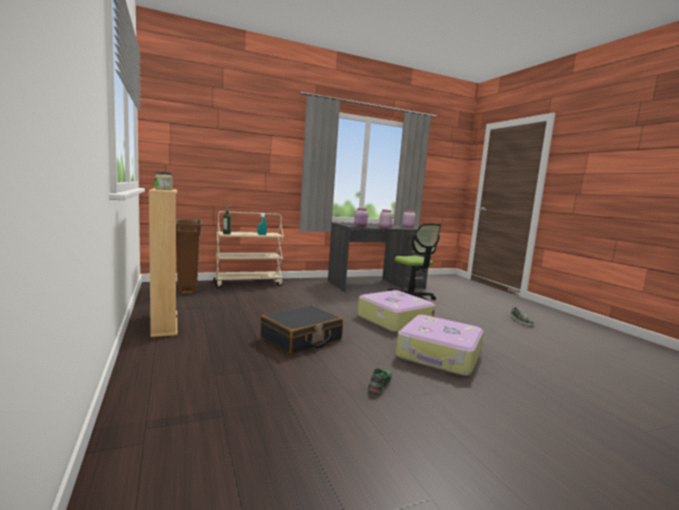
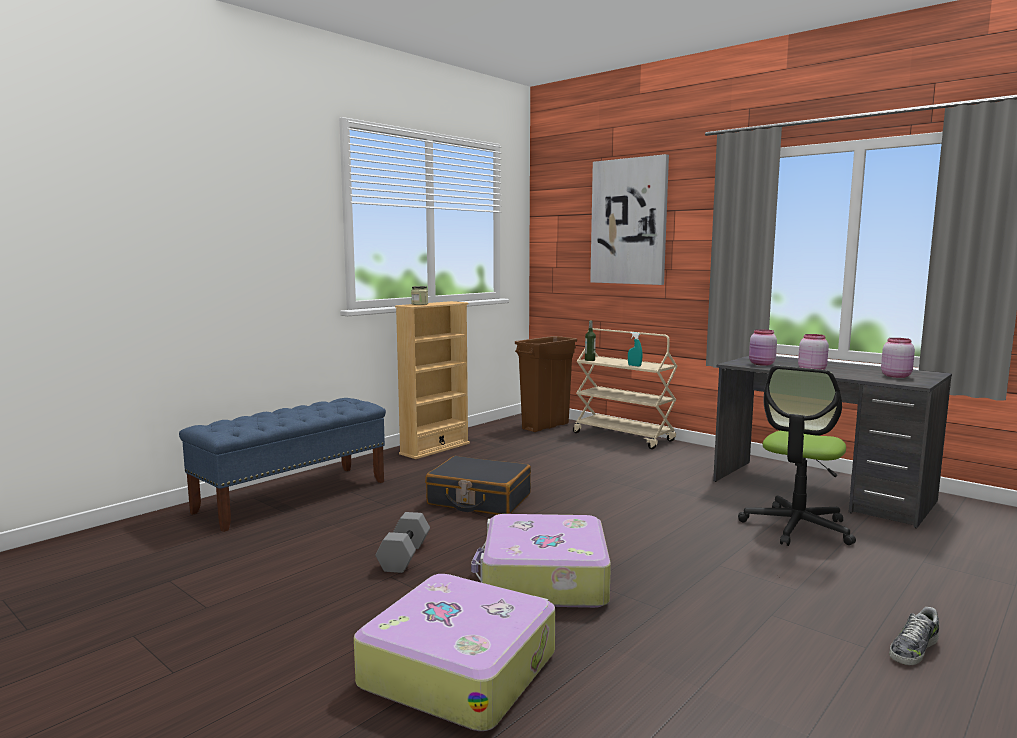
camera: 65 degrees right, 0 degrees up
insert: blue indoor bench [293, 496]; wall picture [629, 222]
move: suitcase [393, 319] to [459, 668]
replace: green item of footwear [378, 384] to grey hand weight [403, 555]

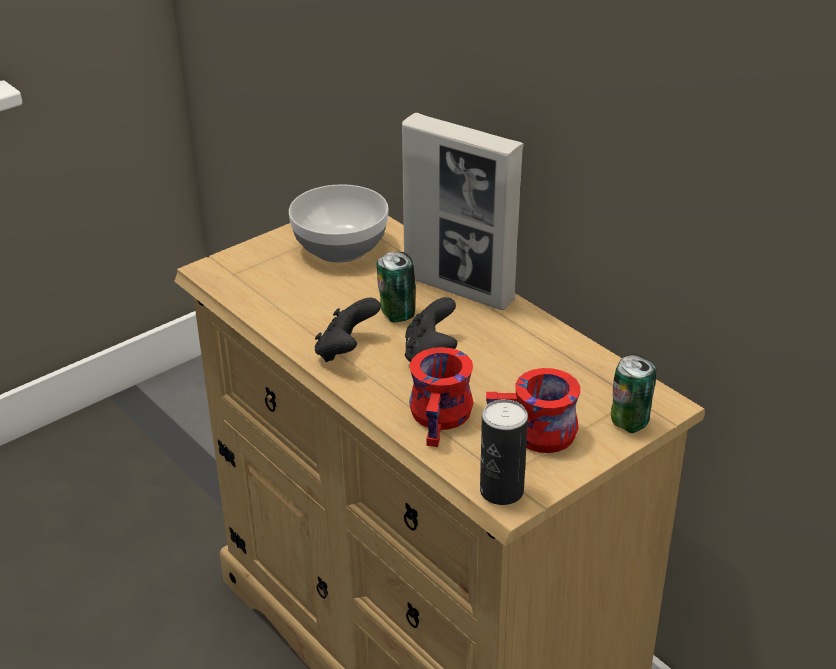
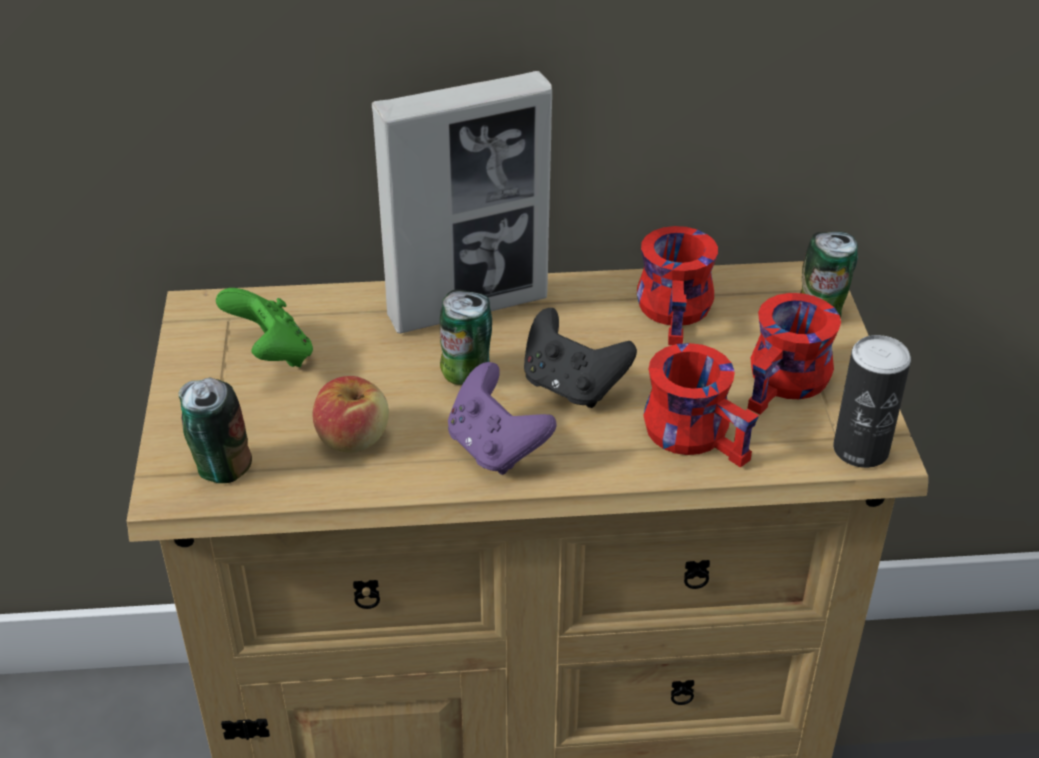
camera: 55 degrees left, 5 degrees up
insert: sealed can [220, 468]; apple [353, 438]; red mug [680, 312]
replace: serving bowl [341, 248] to green gamepad [272, 355]
recolor: blackish gamepad [346, 351] to purple gamepad [496, 448]

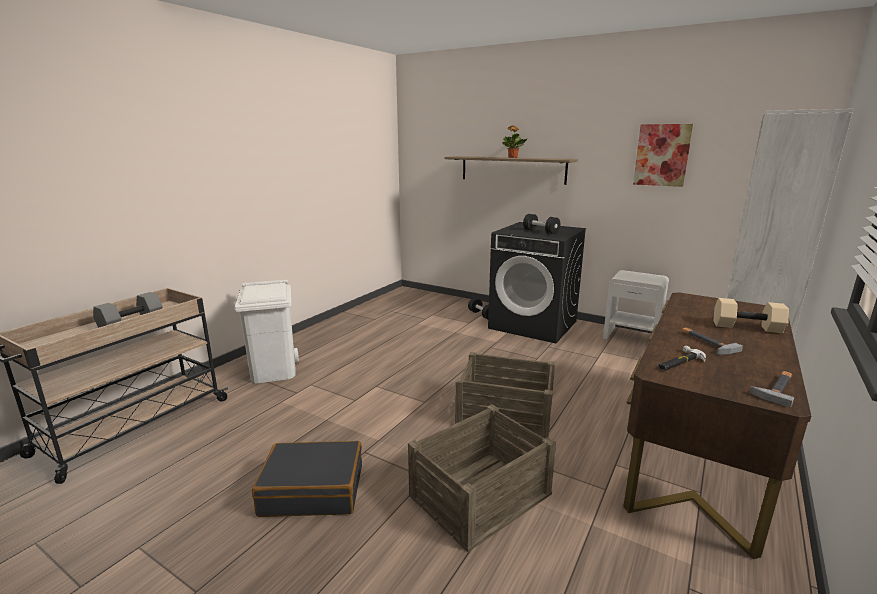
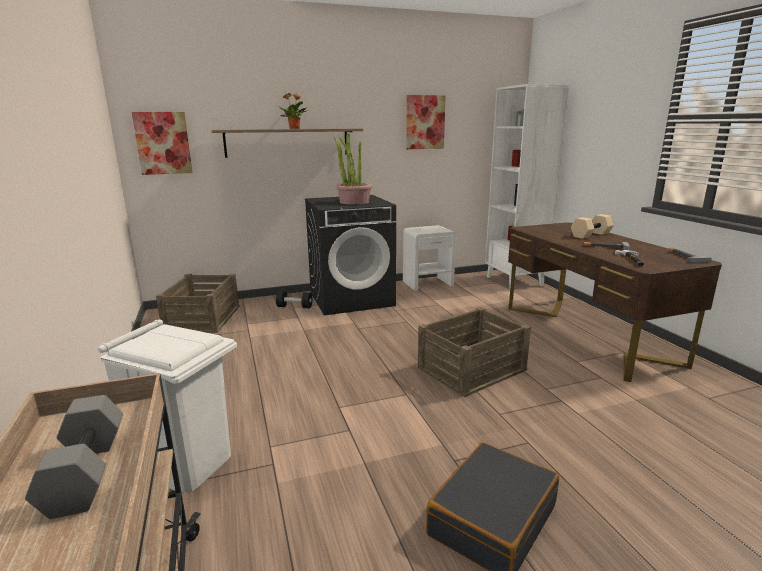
camera: 50 degrees left, 0 degrees up
insert: wall picture [163, 143]
move: shipping crate [479, 494] to [202, 318]
replace: blackish hand weight [540, 231] to plant in a pot [354, 202]

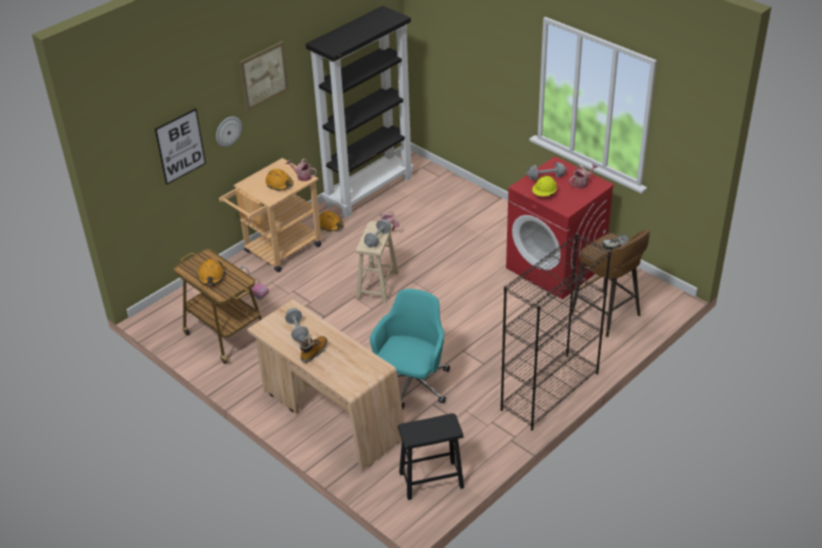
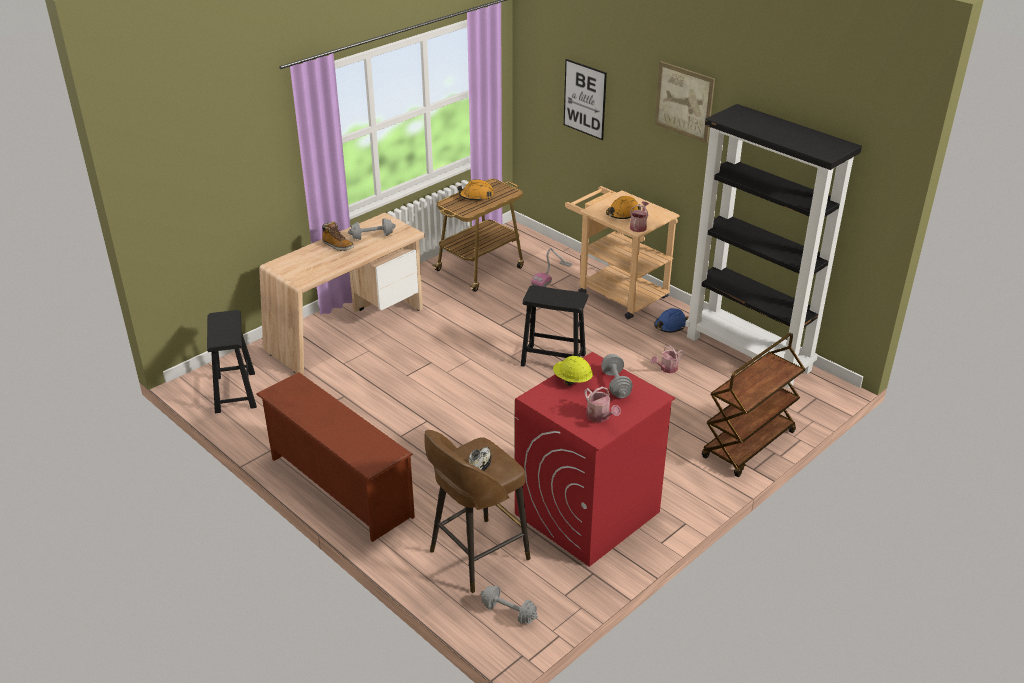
camera: 90 degrees right, 5 degrees down
delete: hanging clock [228, 131]; turquoise-coloured computer chair [411, 385]
insert: brownish cart [749, 445]
move: grey hand weight [377, 239] to [509, 612]
replace: blackish shelving unit [550, 392] to brownish shoe rack [338, 487]
recolor: beige sitting stool [377, 285] to blackish sitting stool [553, 360]; orange-coloured hard hat [330, 225] to blue hard hat [670, 326]

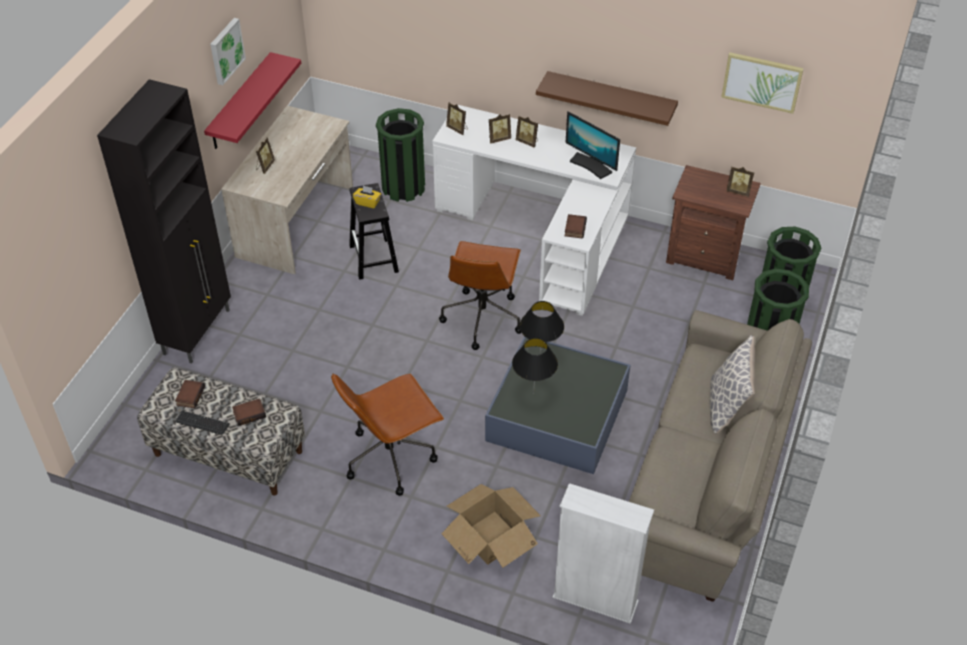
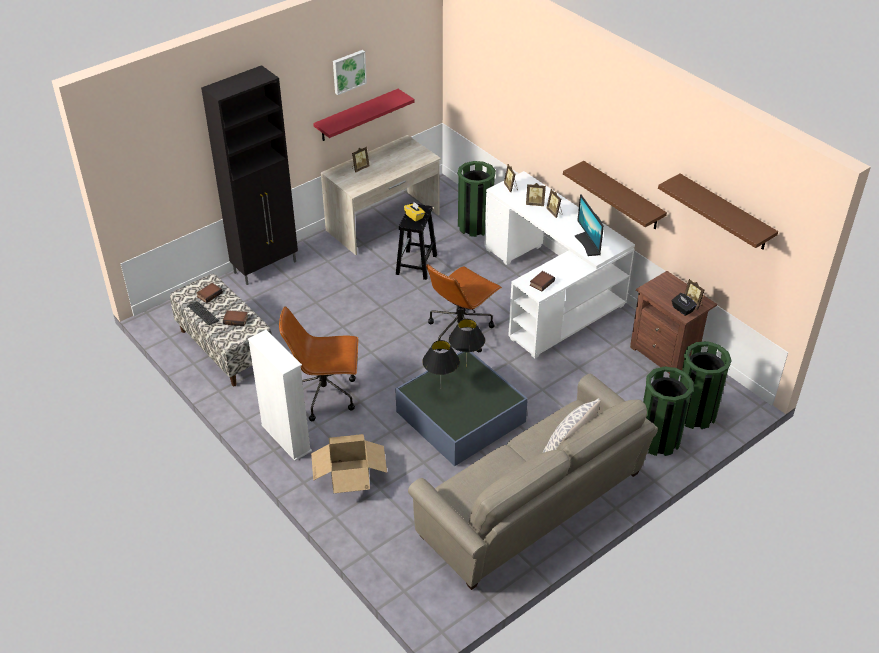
camera: 30 degrees right, 5 degrees down
insert: blackish box of tissues [682, 309]
move: white-coloured shelving unit [595, 599] to [286, 438]
replace: wall picture [762, 81] to brownish shelf [725, 213]

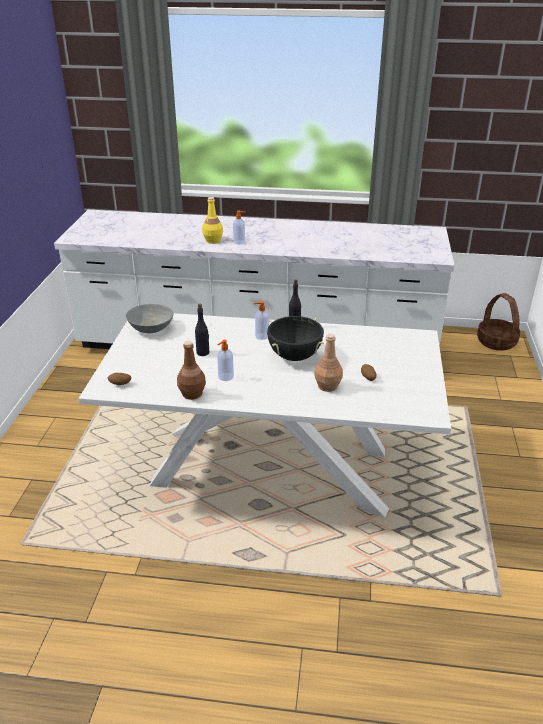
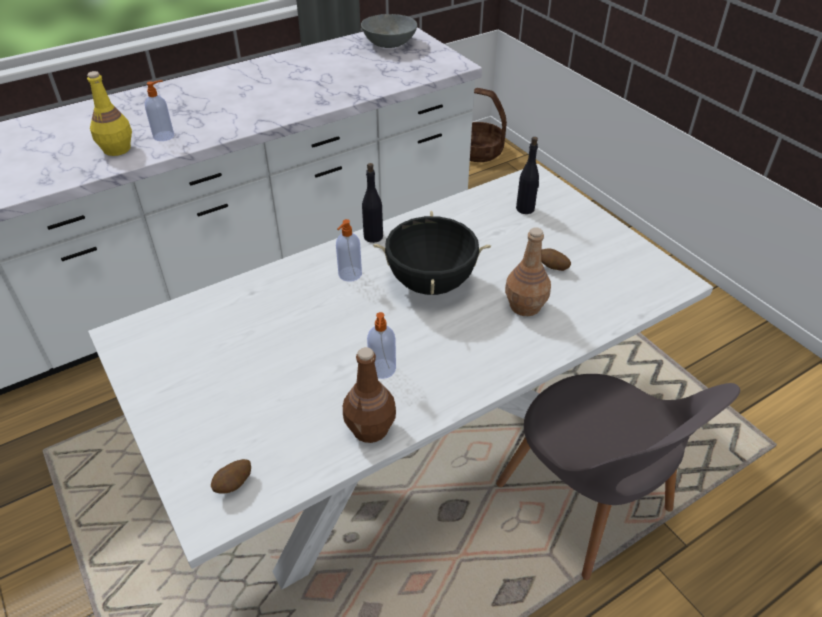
camera: 40 degrees left, 10 degrees up
insert: grey upright chair [588, 503]
move: grey serving bowl [150, 329] to [389, 44]; blackish drink bottle [203, 353] to [525, 209]

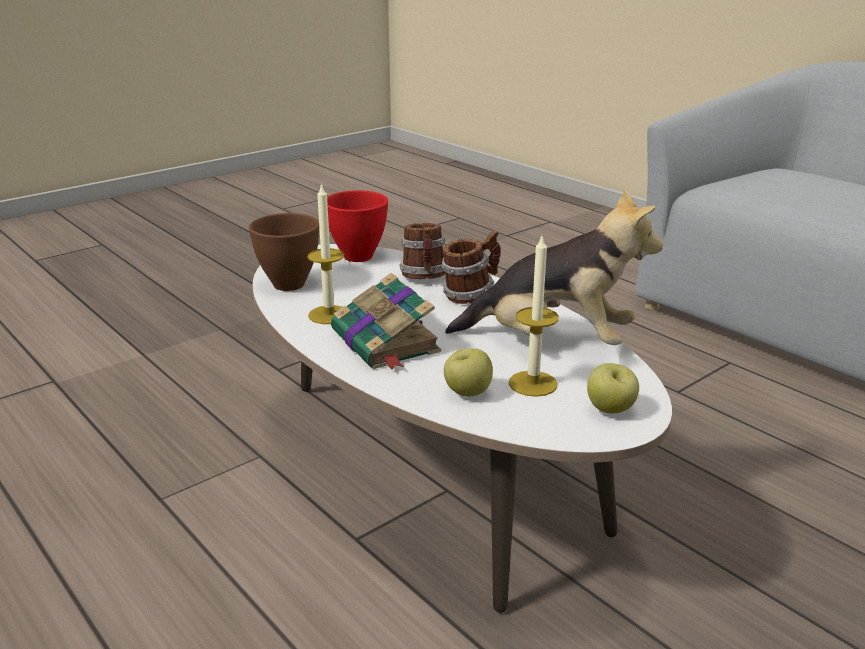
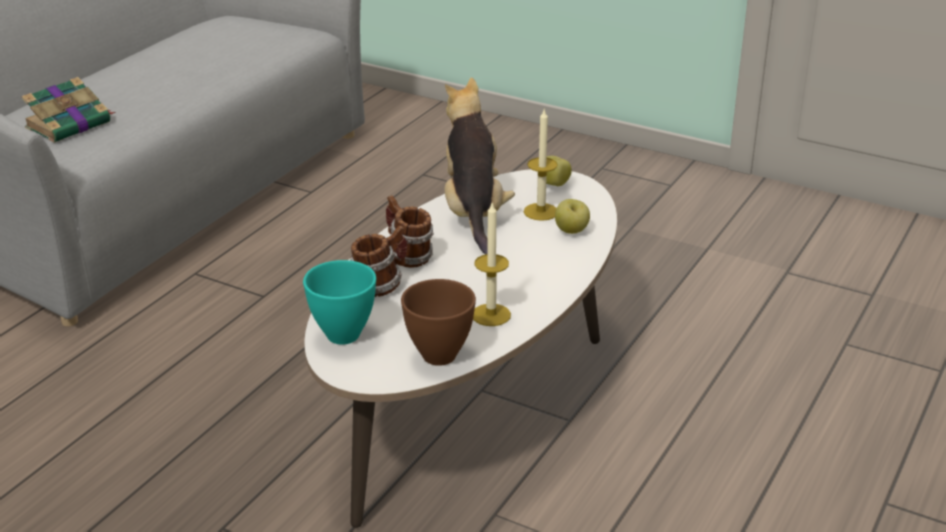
camera: 110 degrees left, 5 degrees up
move: volume [386, 342] to [70, 124]
recolor: red serving bowl [357, 256] to turquoise-coloured serving bowl [341, 336]

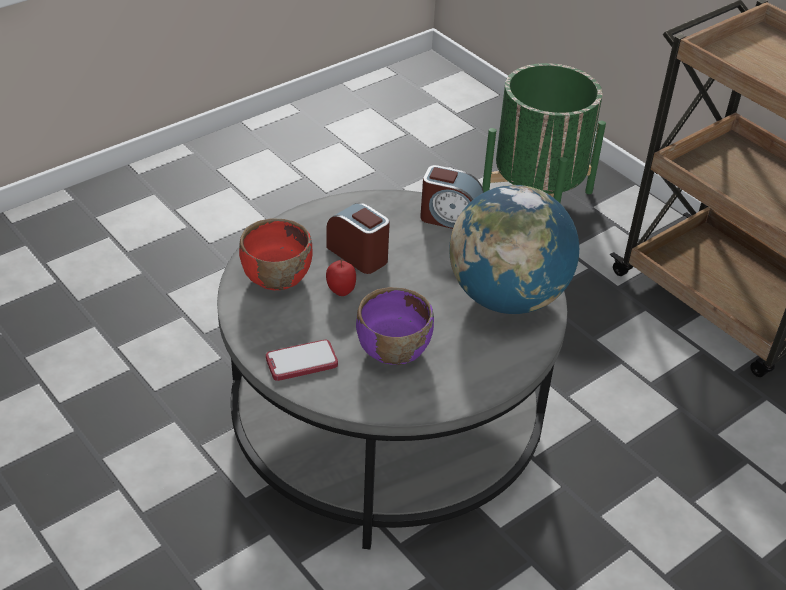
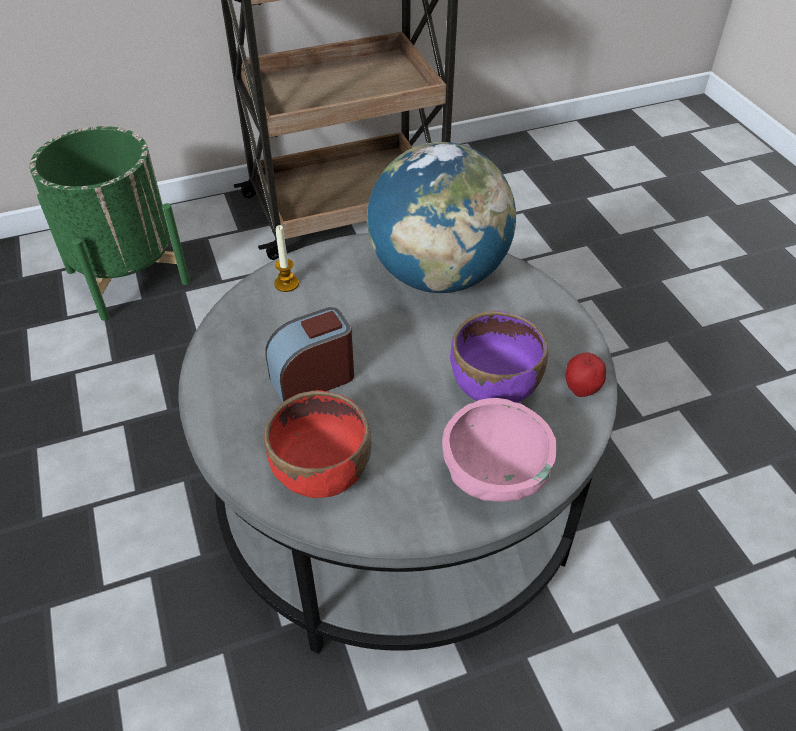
camera: 70 degrees left, 5 degrees up
move: apple [341, 292] to [581, 391]
replace: alarm clock [450, 218] to candle [286, 284]; telephone [301, 362] to pinkish serving bowl [492, 478]

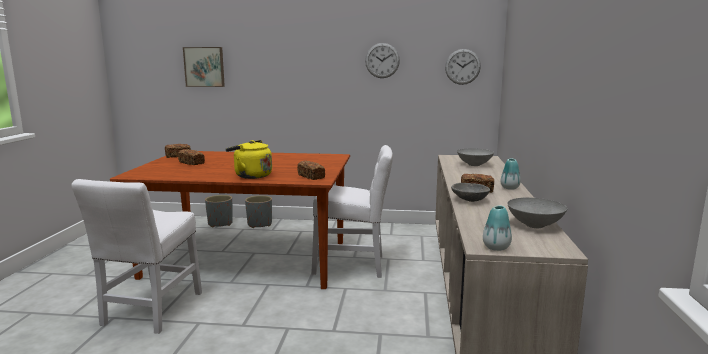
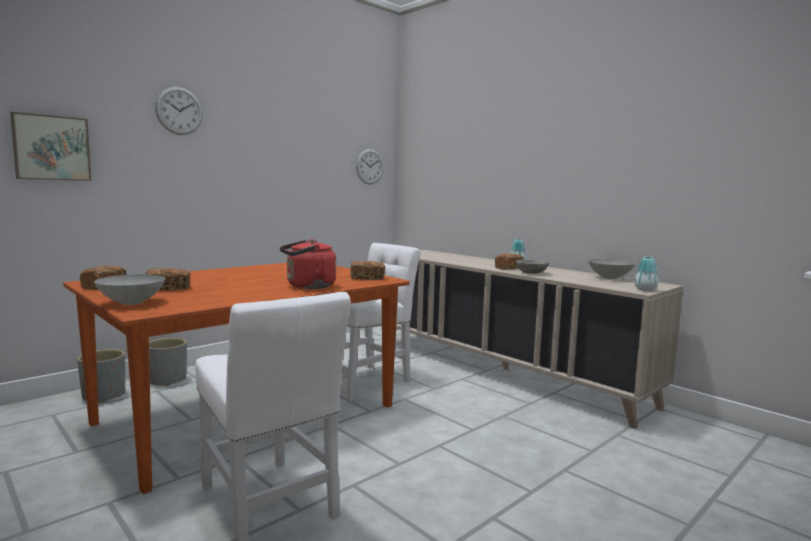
camera: 50 degrees left, 5 degrees down
move: grey serving bowl [474, 165] to [132, 303]; hanging clock [382, 60] to [179, 111]
recolor: yellowish water kettle [251, 176] to red water kettle [308, 286]

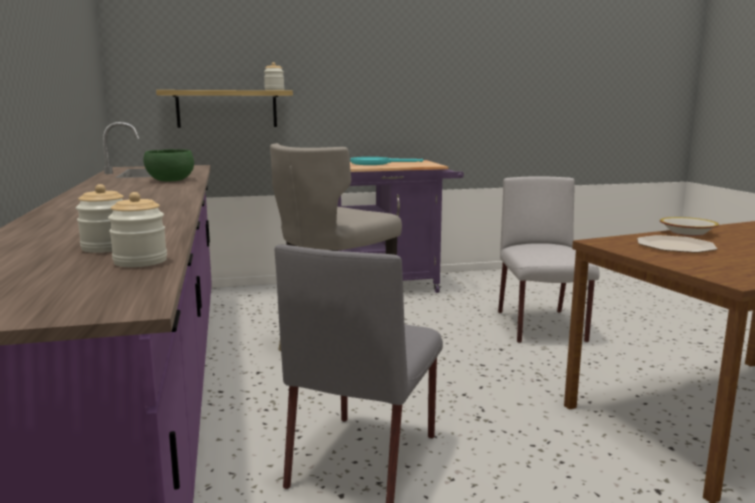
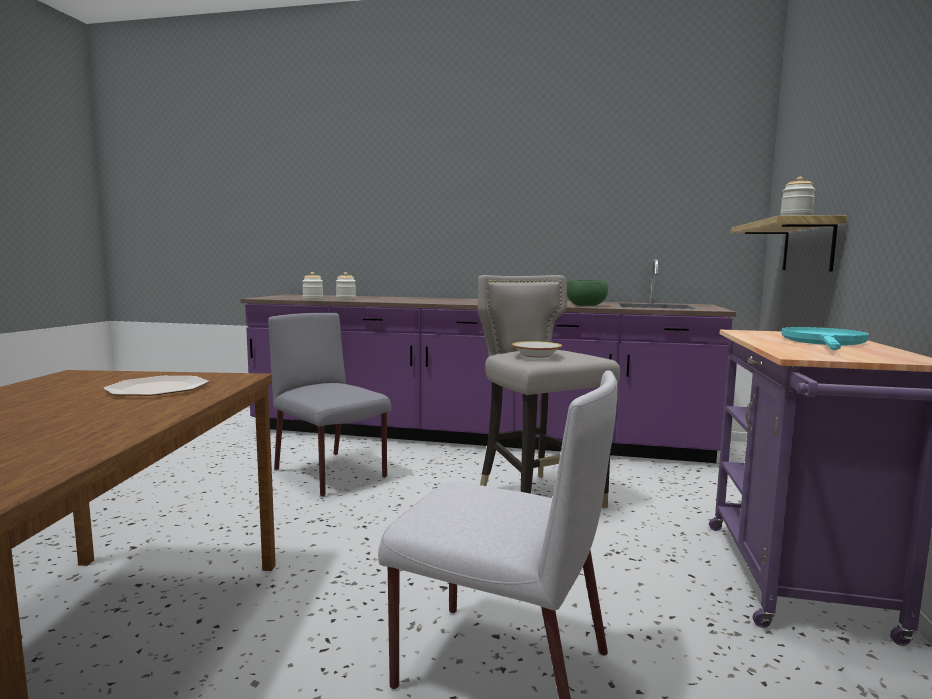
camera: 115 degrees right, 5 degrees down
move: serving bowl [688, 233] to [536, 355]

